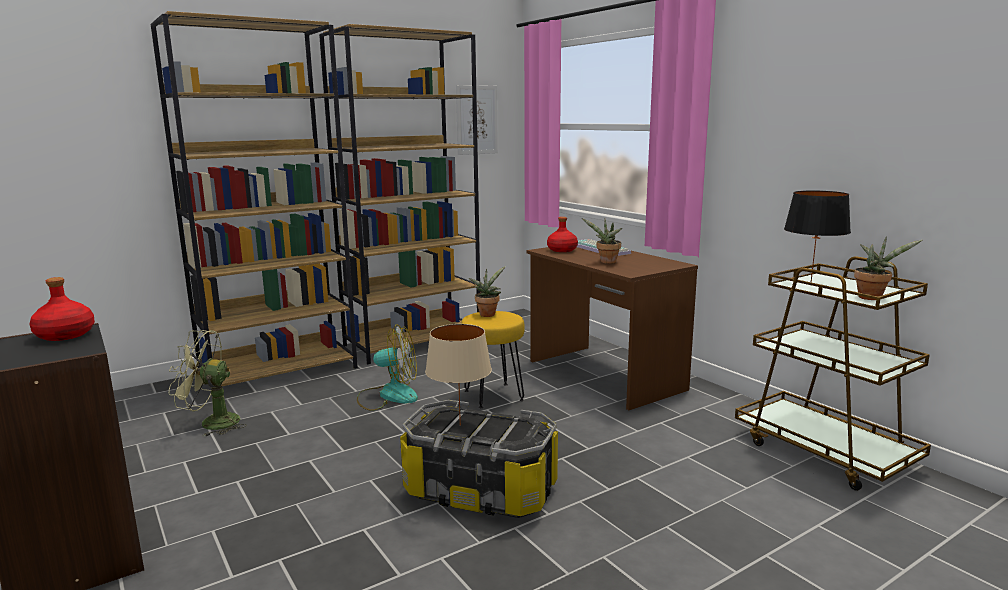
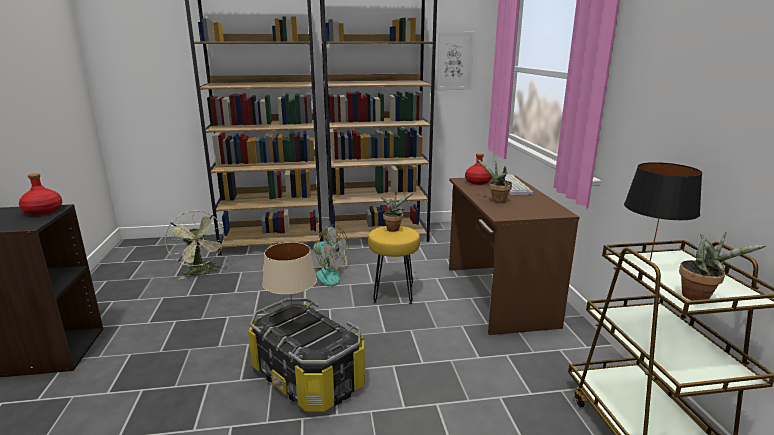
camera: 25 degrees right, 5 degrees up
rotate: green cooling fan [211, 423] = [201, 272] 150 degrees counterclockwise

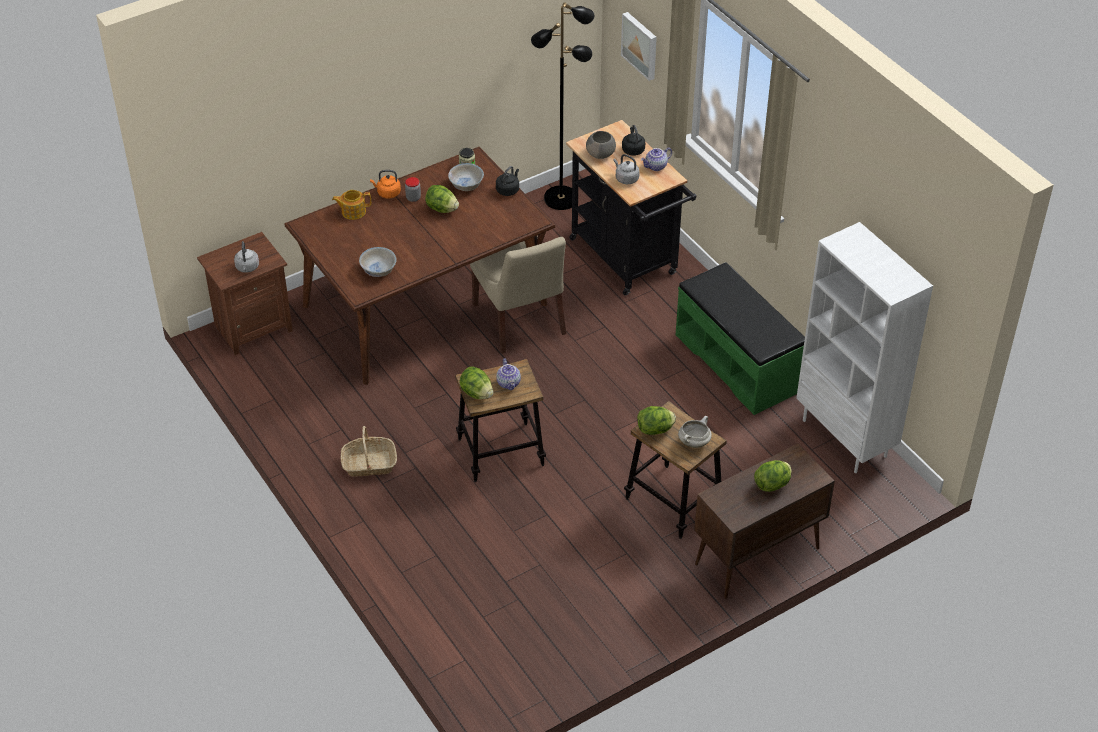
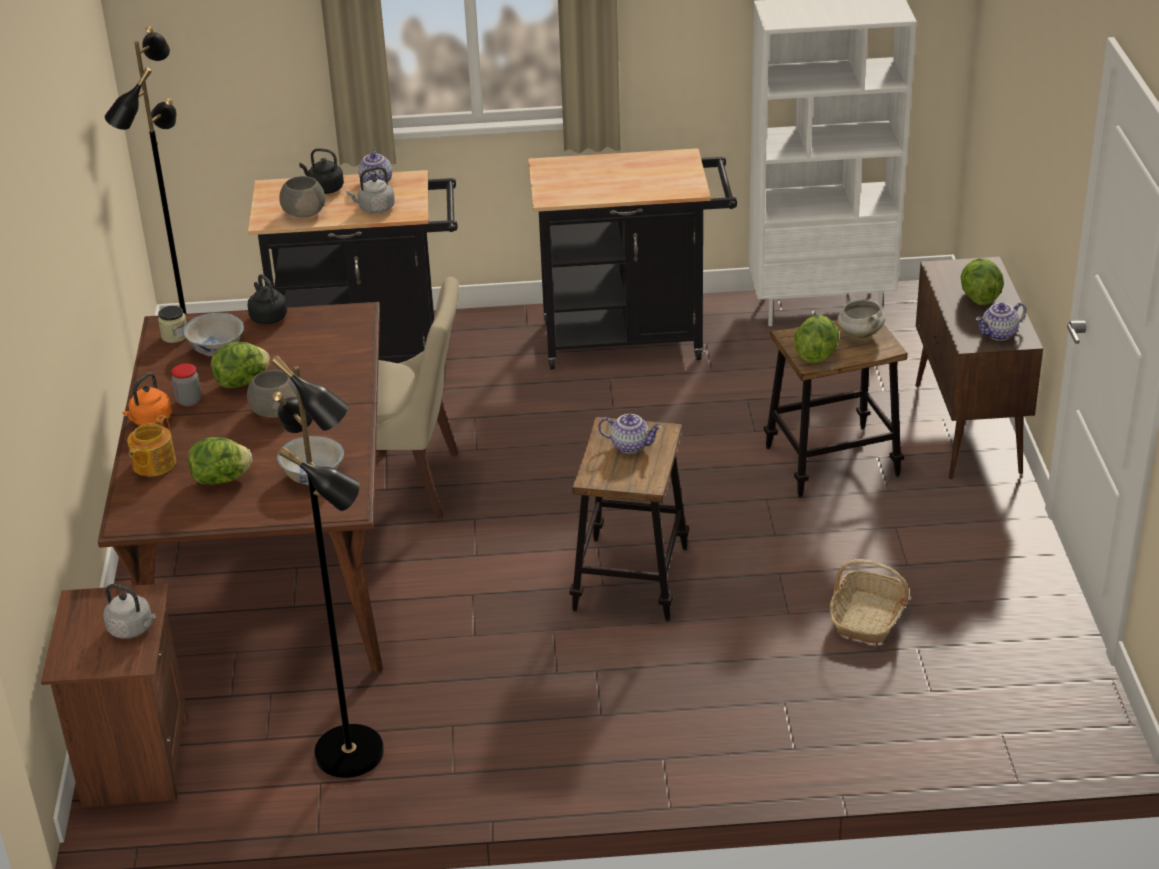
camera: 60 degrees left, 10 degrees down
delete: wall picture [640, 45]
insert: grey serving bowl [275, 410]; blackish standing lamp [352, 752]; tea pot [999, 334]
move: lettuce head [476, 393] to [222, 479]; household basket [369, 464] to [867, 618]
replace: green indoor bench [738, 362] to blackish cart [633, 339]

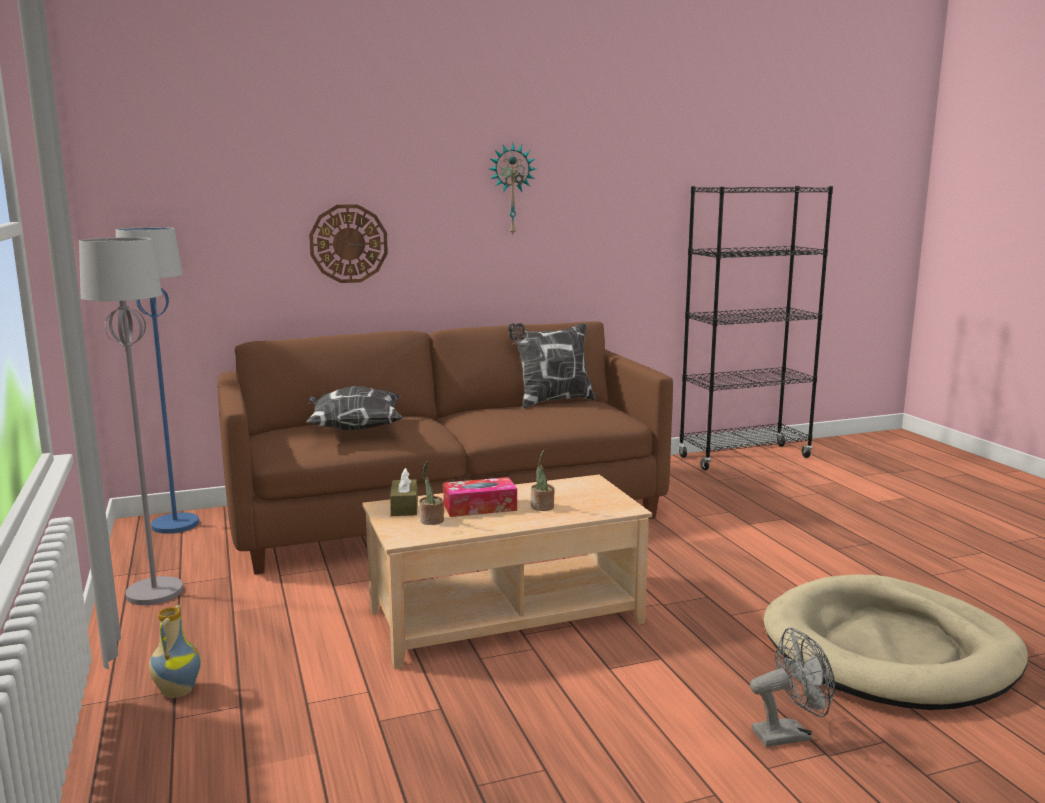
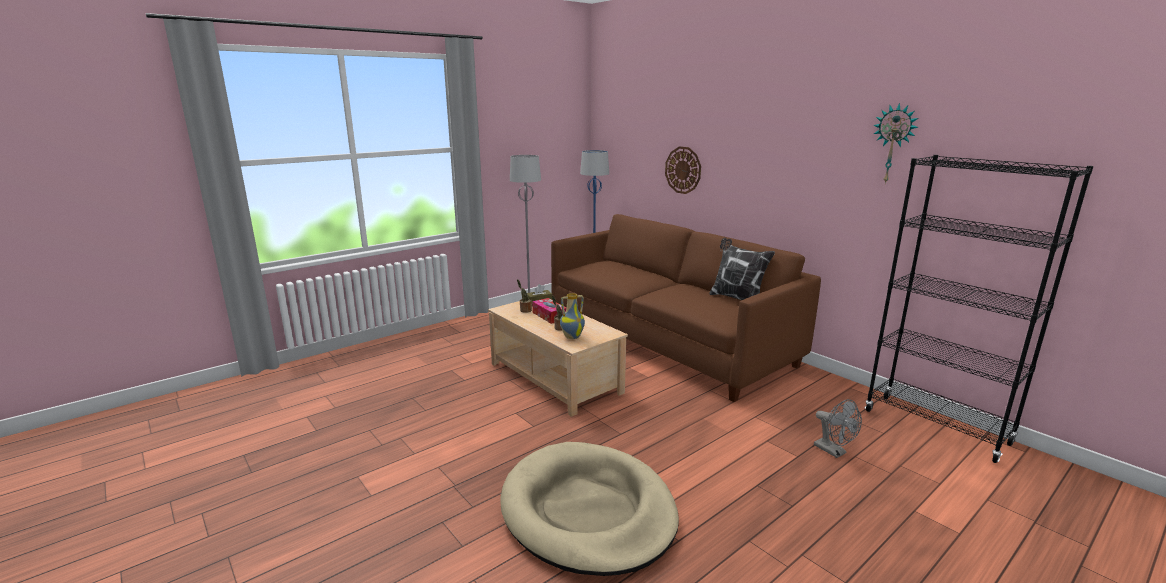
camera: 70 degrees right, 5 degrees up
delete: cushion [354, 429]
move: flower vase [176, 692] to [572, 336]; grey cooling fan [789, 734] to [834, 451]; hanging clock [511, 189] to [893, 144]

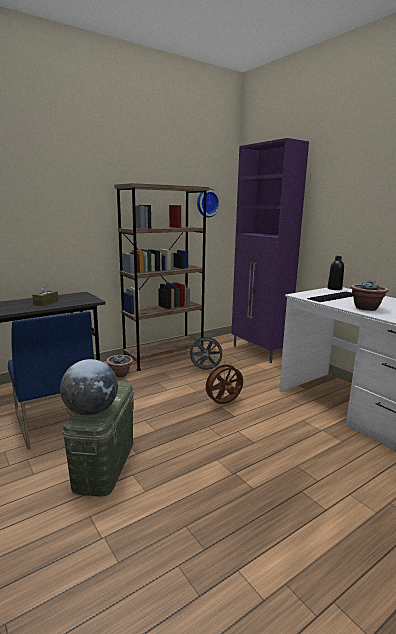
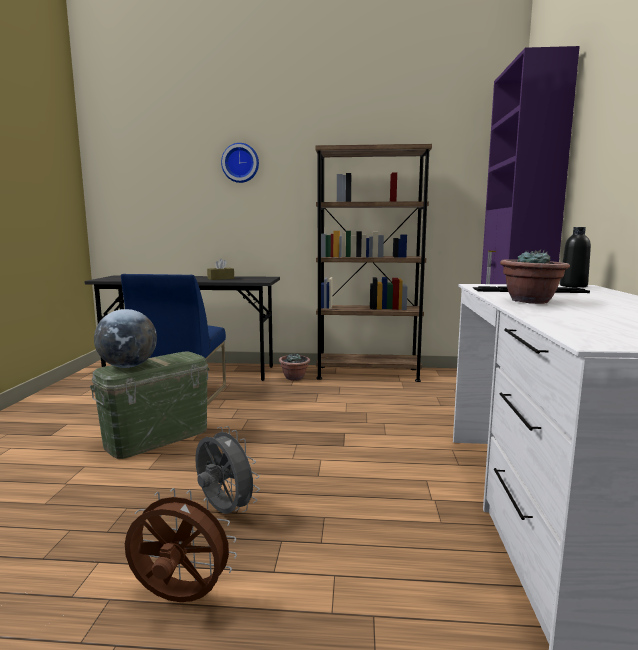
camera: 40 degrees right, 5 degrees down
move: brownish cooling fan [223, 404] to [179, 599]; grey cooling fan [205, 370] to [224, 511]; hanging clock [207, 203] to [240, 163]

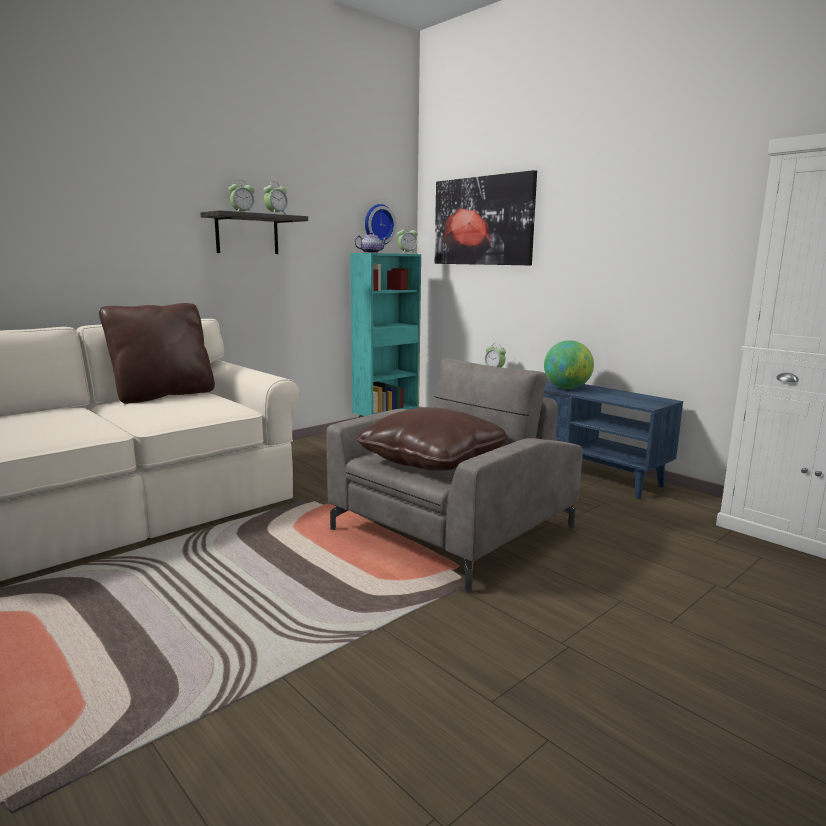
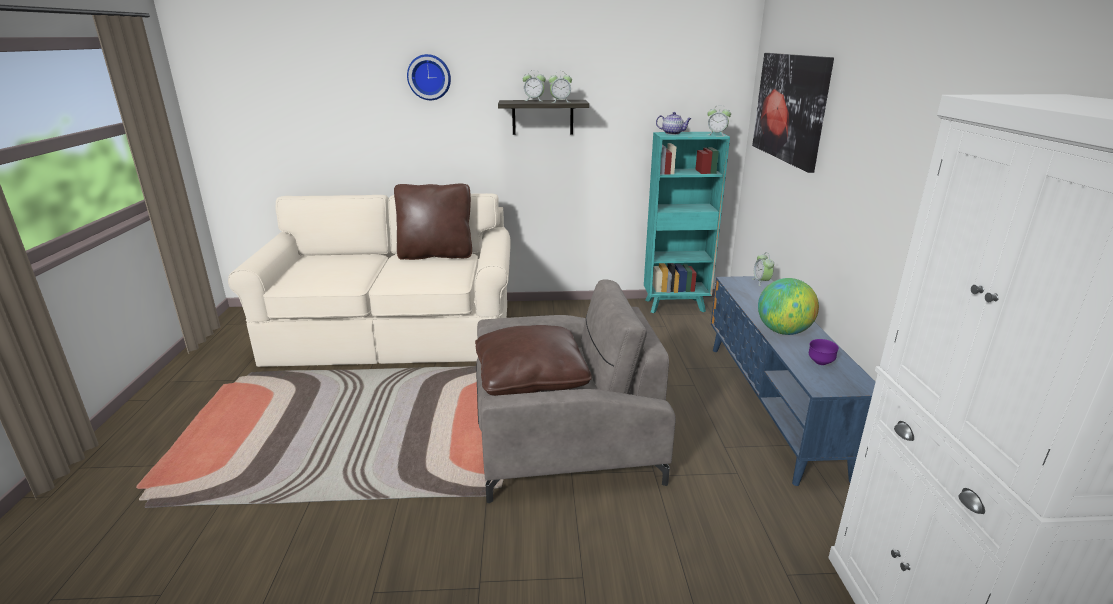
camera: 40 degrees right, 10 degrees up
insert: purple serving bowl [820, 363]
move: hanging clock [378, 225] to [429, 77]

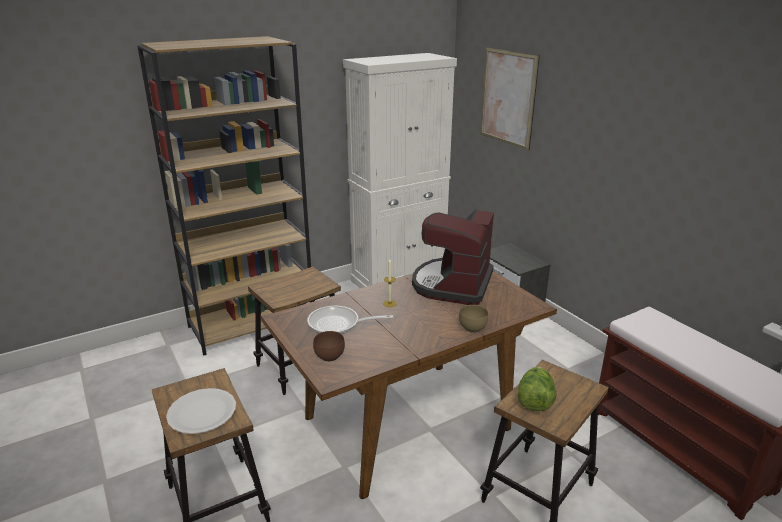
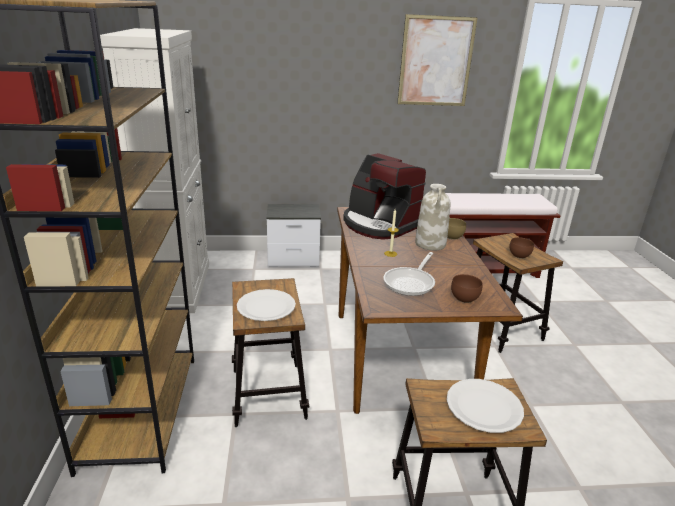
camera: 65 degrees left, 0 degrees up
insert: white-coloured dinner plate [266, 306]; white-coloured flower vase [430, 244]
move: wall picture [508, 98] to [436, 61]
replace: lettuce head [534, 400] to brownish serving bowl [519, 256]

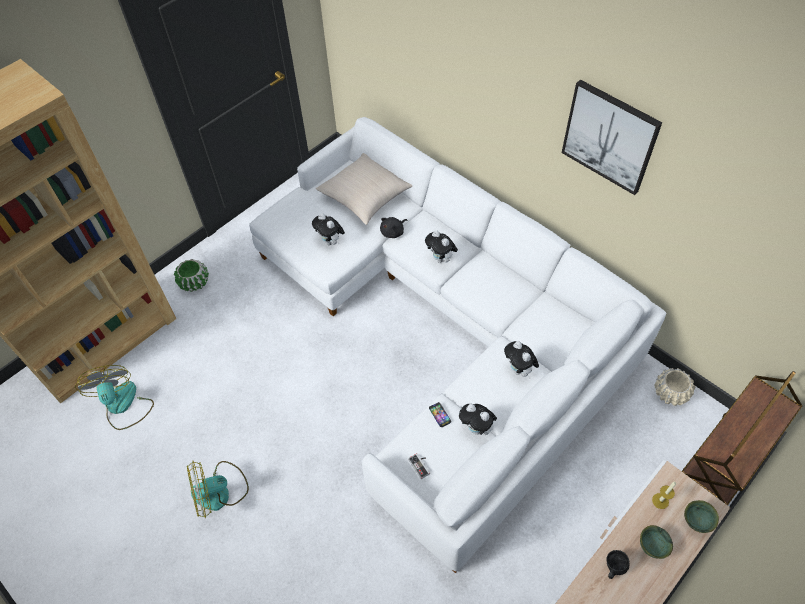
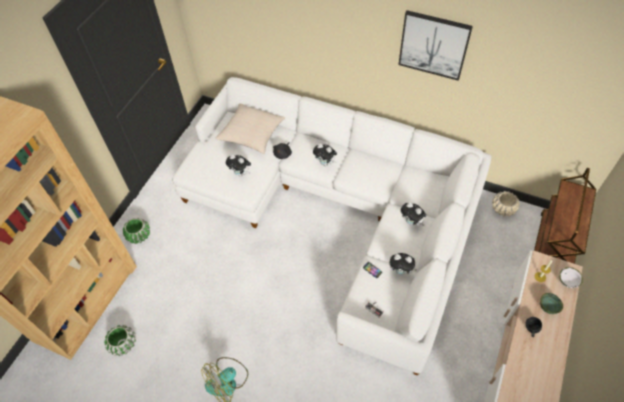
camera: 20 degrees left, 0 degrees up
replace: cooling fan [123, 405] to green plant pot [123, 344]
recolor: green serving bowl [697, 522] to white-coloured serving bowl [567, 282]

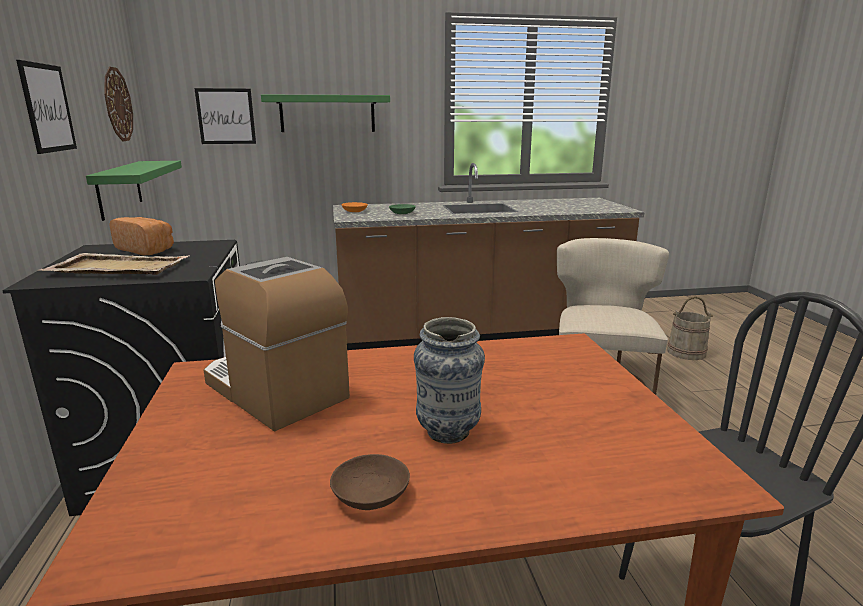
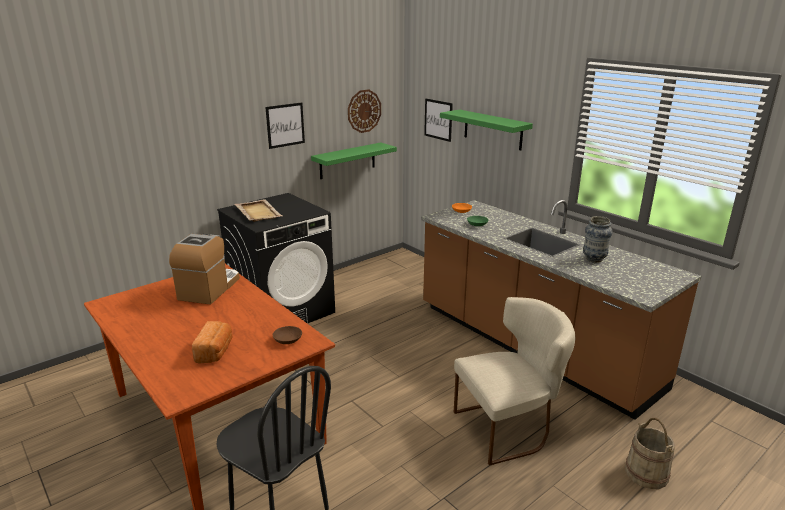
camera: 60 degrees right, 5 degrees up
move: bakery bread [146, 249] to [215, 352]; brownish serving bowl [372, 494] to [288, 340]; flower vase [448, 432] to [594, 259]

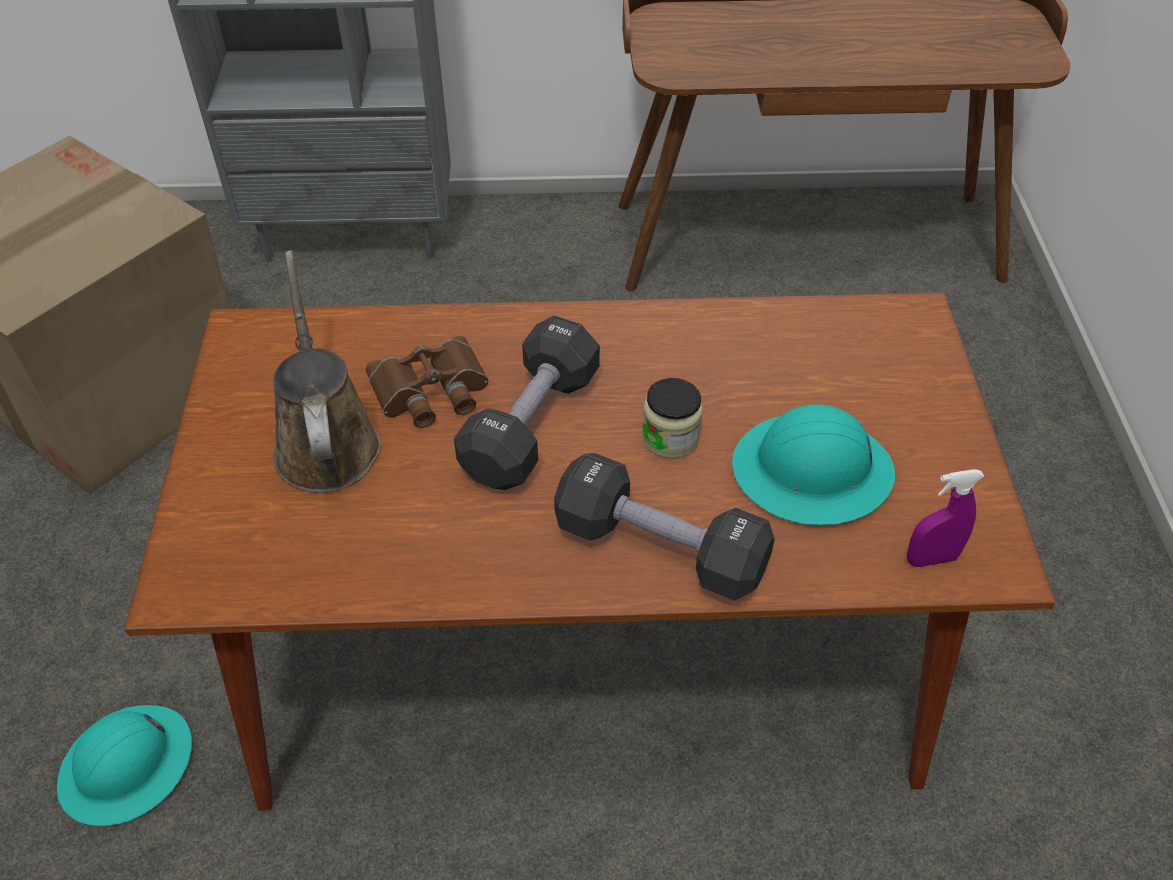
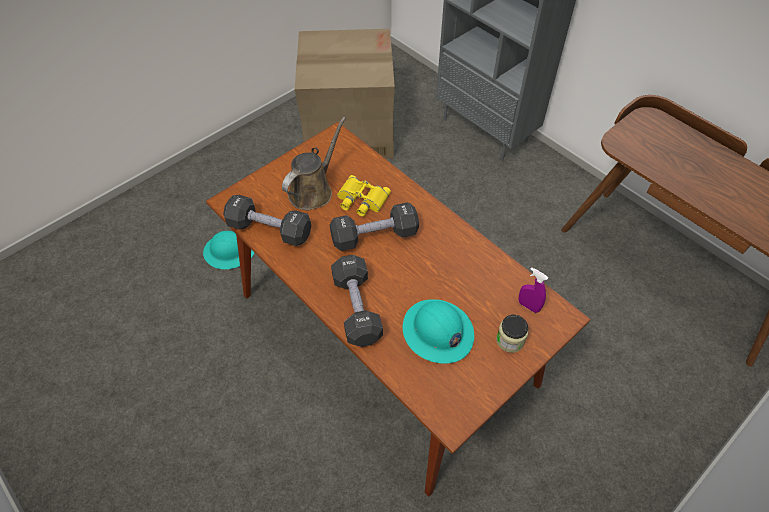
camera: 50 degrees right, 5 degrees up
insert: blackish hand weight [269, 229]
move: preserve jar [670, 438] to [510, 340]; purple hand sprayer [931, 559] to [528, 306]
recolor: brownish pair of binoculars [431, 392] to yellowish pair of binoculars [361, 200]

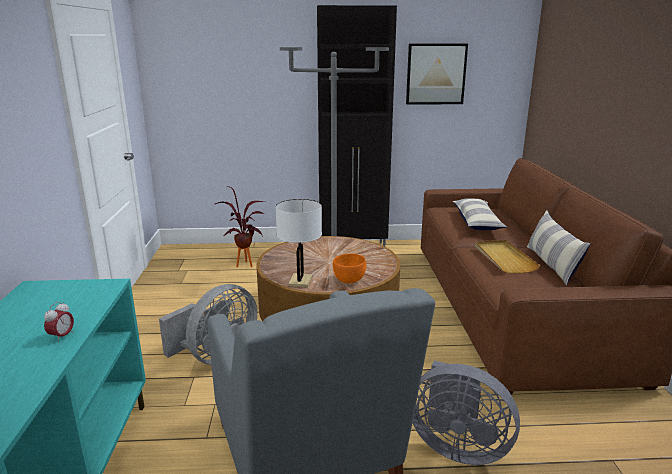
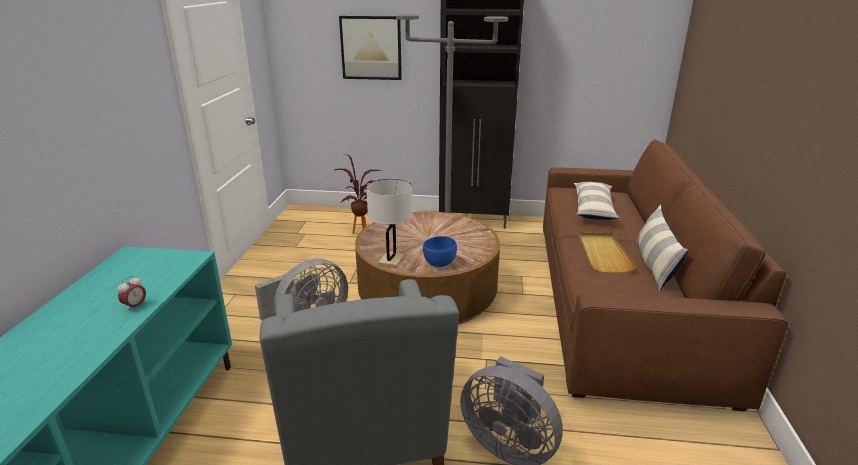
camera: 10 degrees right, 5 degrees up
move: wall picture [436, 74] to [371, 48]
recolor: orange-coloured serving bowl [349, 280] to blue serving bowl [440, 263]

